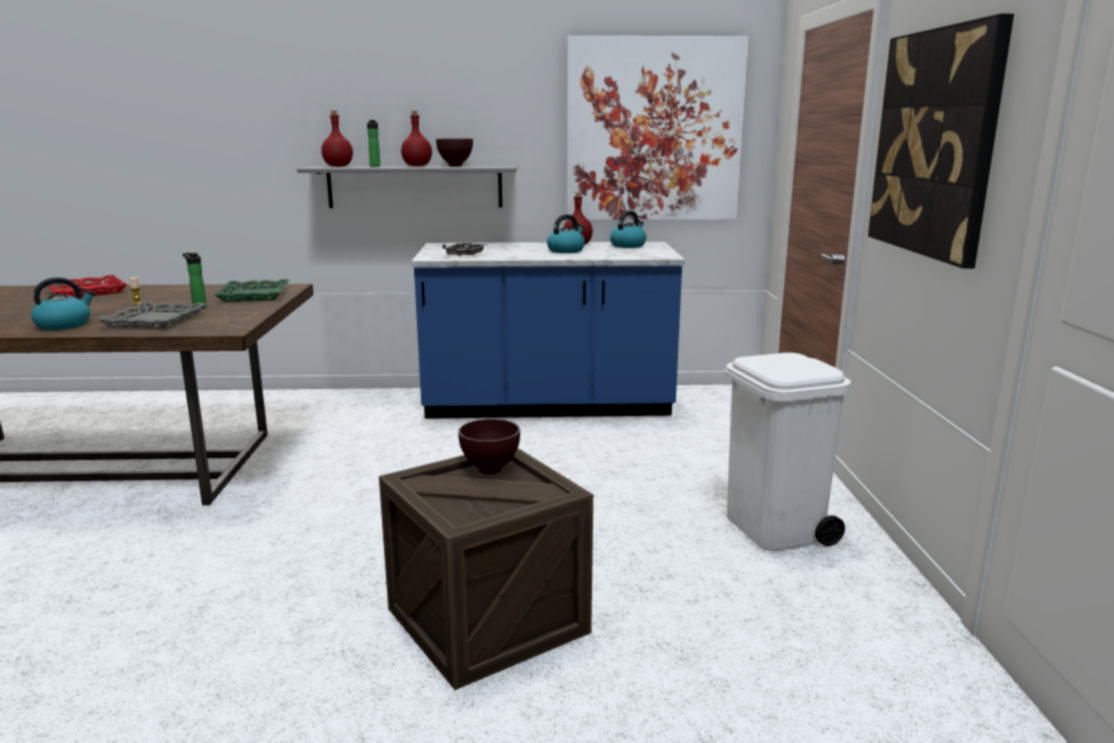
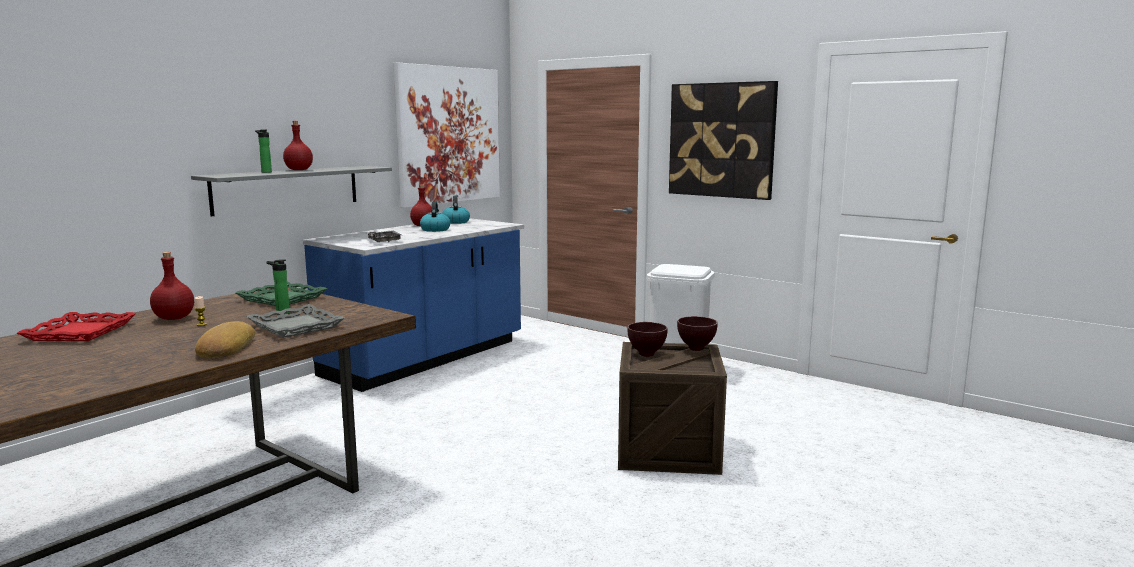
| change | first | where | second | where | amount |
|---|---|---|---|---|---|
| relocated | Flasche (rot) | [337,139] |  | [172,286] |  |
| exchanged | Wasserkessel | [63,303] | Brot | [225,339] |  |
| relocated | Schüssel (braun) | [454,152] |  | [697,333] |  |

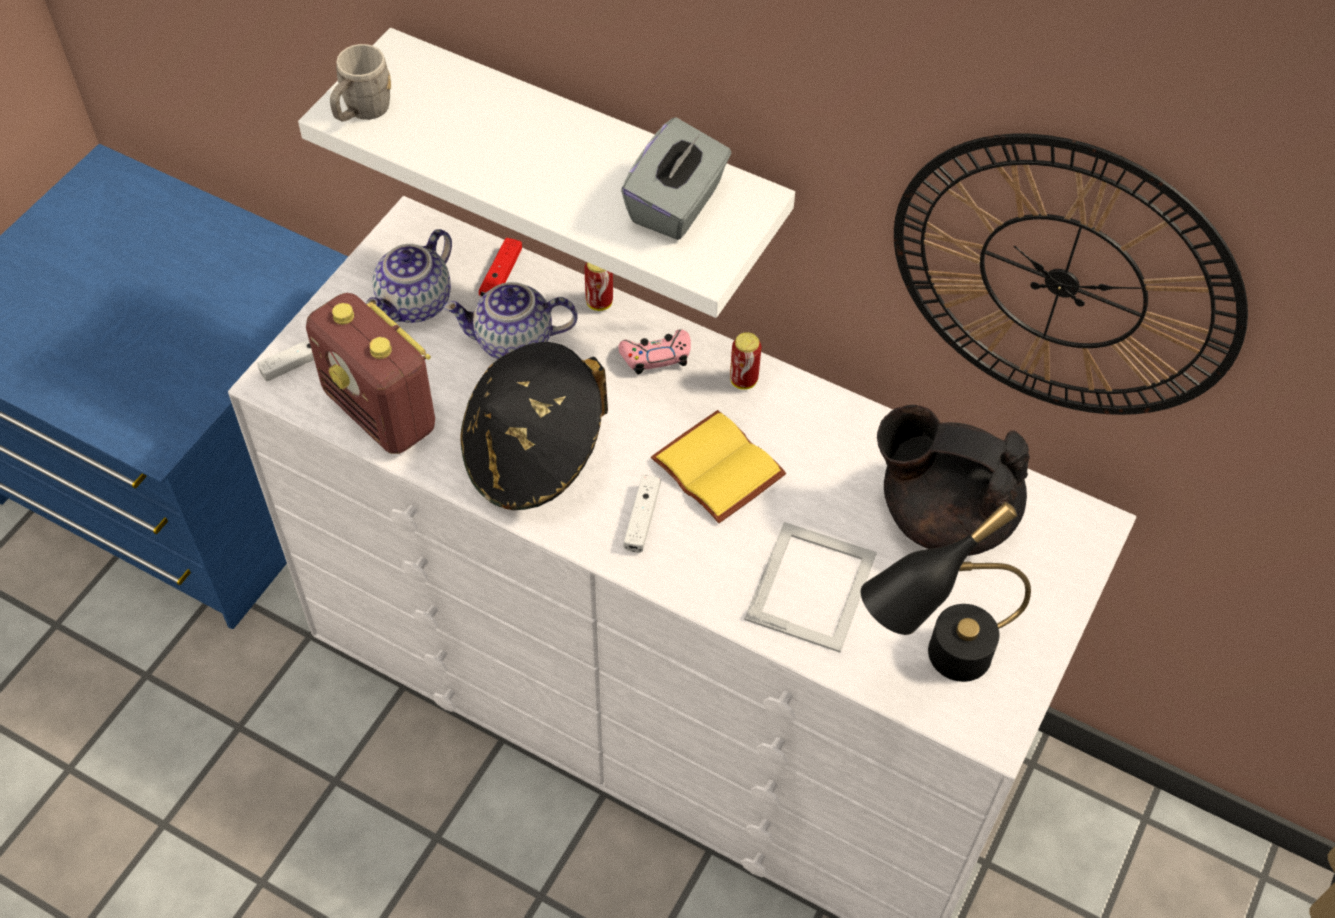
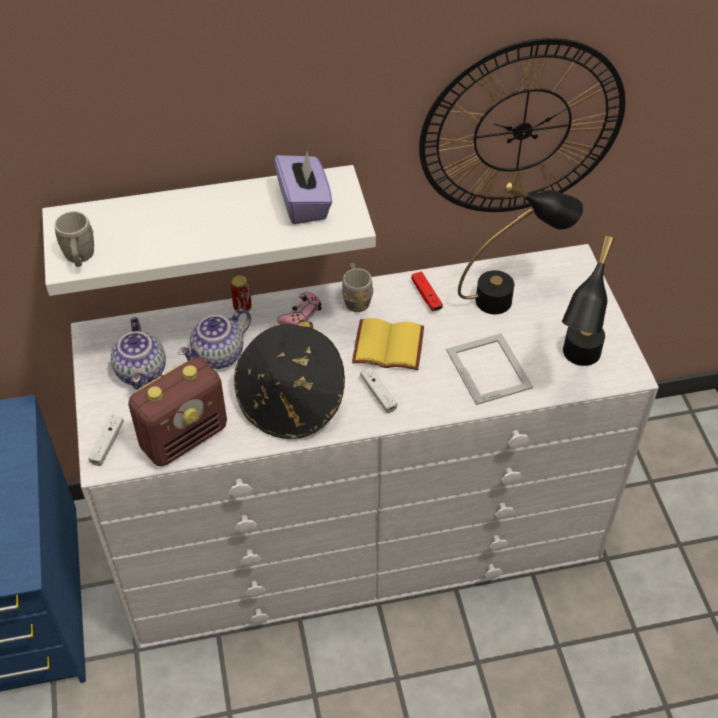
| change | first | where | second | where | amount |
|---|---|---|---|---|---|
| spun | Radio | [370,373] |  | [177,412] | 45 degrees counterclockwise |
| colour | Taschentuchbox (grau) | [676,178] | Taschentuchbox (lila) | [303,187] |  |
| exchanged | Dose | [745,361] | Henkelbecher (grau) | [358,287] |  |
| relocated | Gamepad (rot) | [500,267] |  | [427,292] |  |
| exchanged | Teekanne (schwarz) | [953,480] | Tischlampe (schwarz) | [520,248] |  |

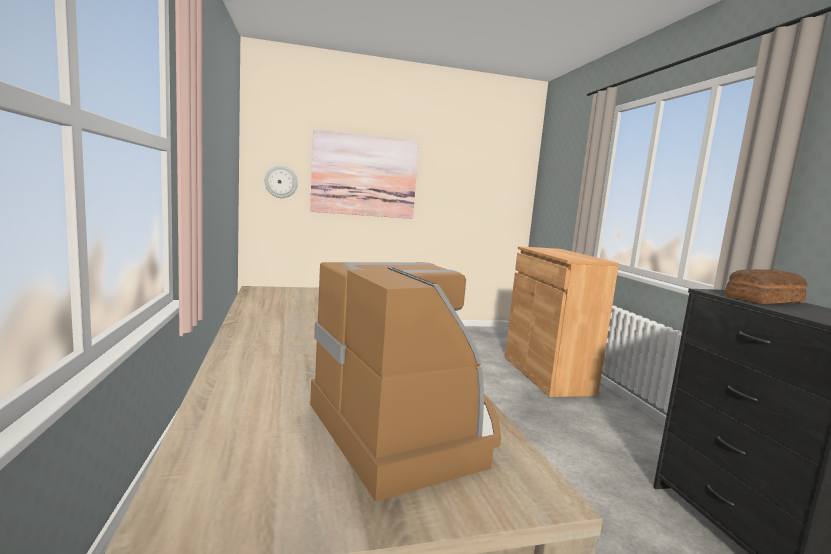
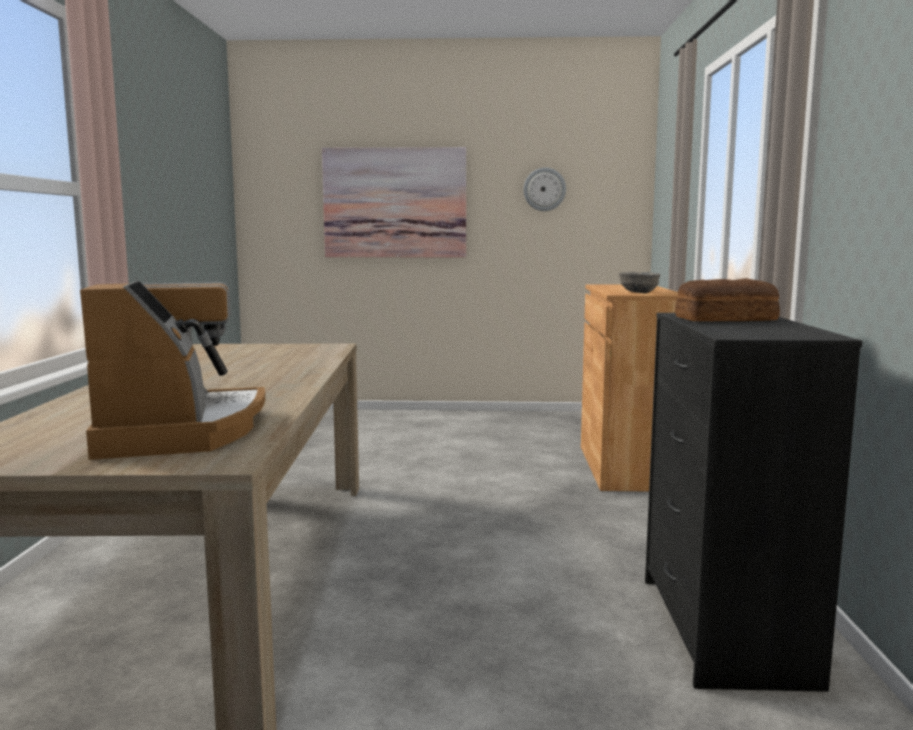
| change | first | where | second | where | amount |
|---|---|---|---|---|---|
| relocated | Wanduhr | [281,182] |  | [544,189] |  |
| appeared |  |  | Schüssel (grau) | [640,282] |  |

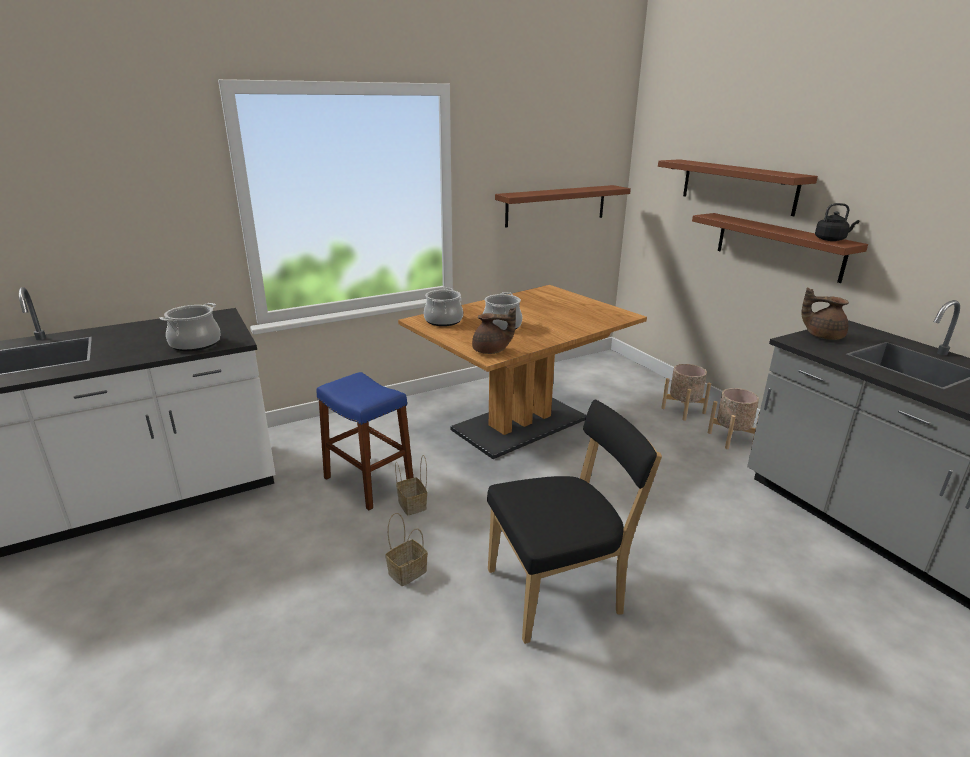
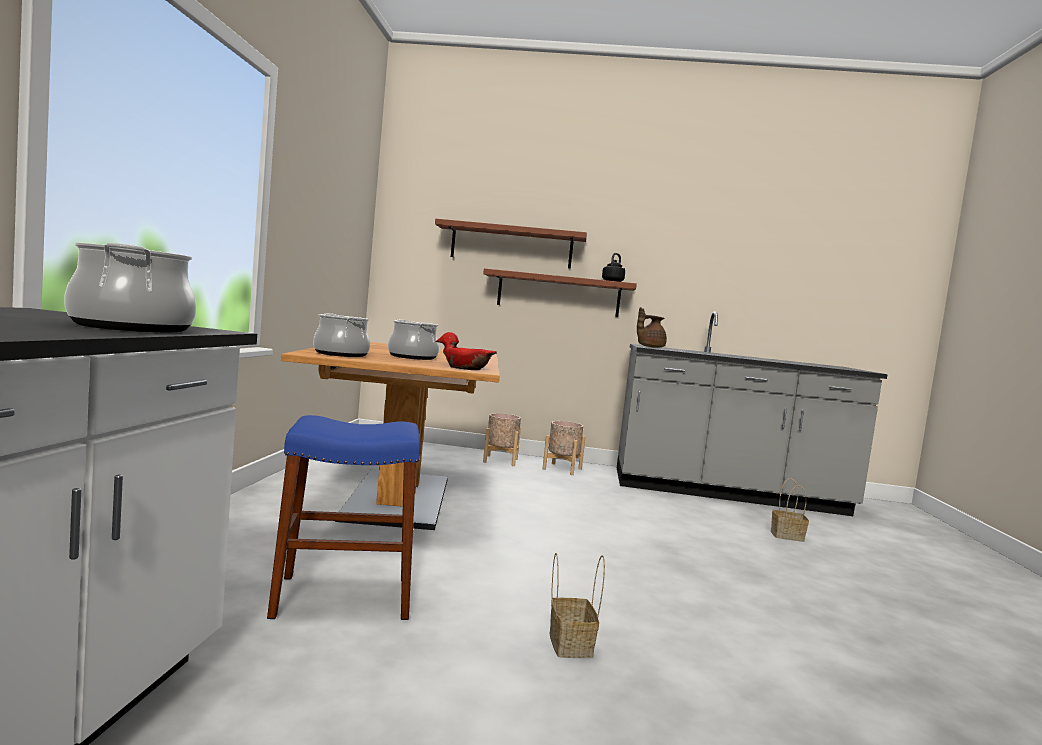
| change | first | where | second | where | amount |
|---|---|---|---|---|---|
| exchanged | Teekanne (braun) | [494,331] | Schüssel (rot) | [466,351] |  |
| relocated | Korb | [411,485] |  | [790,510] |  |
| missing | Stuhl (schwarz) | [574,522] |  |  |  |
| missing | Wandregal (braun) | [563,206] |  |  |  |

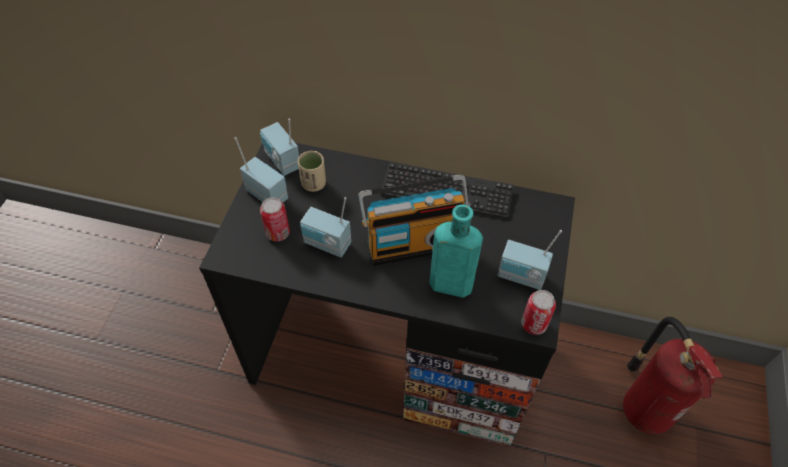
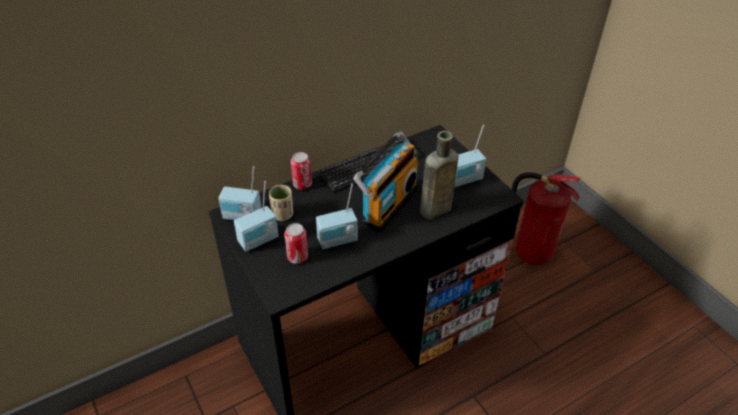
| change | first | where | second | where | amount |
|---|---|---|---|---|---|
| spun | Radio | [261,169] |  | [256,216] | 150 degrees clockwise |
| relocated | Dose | [539,312] |  | [301,171] |  |
| colour | Flasche (türkis) | [456,251] | Flasche (braun) | [439,175] |  |

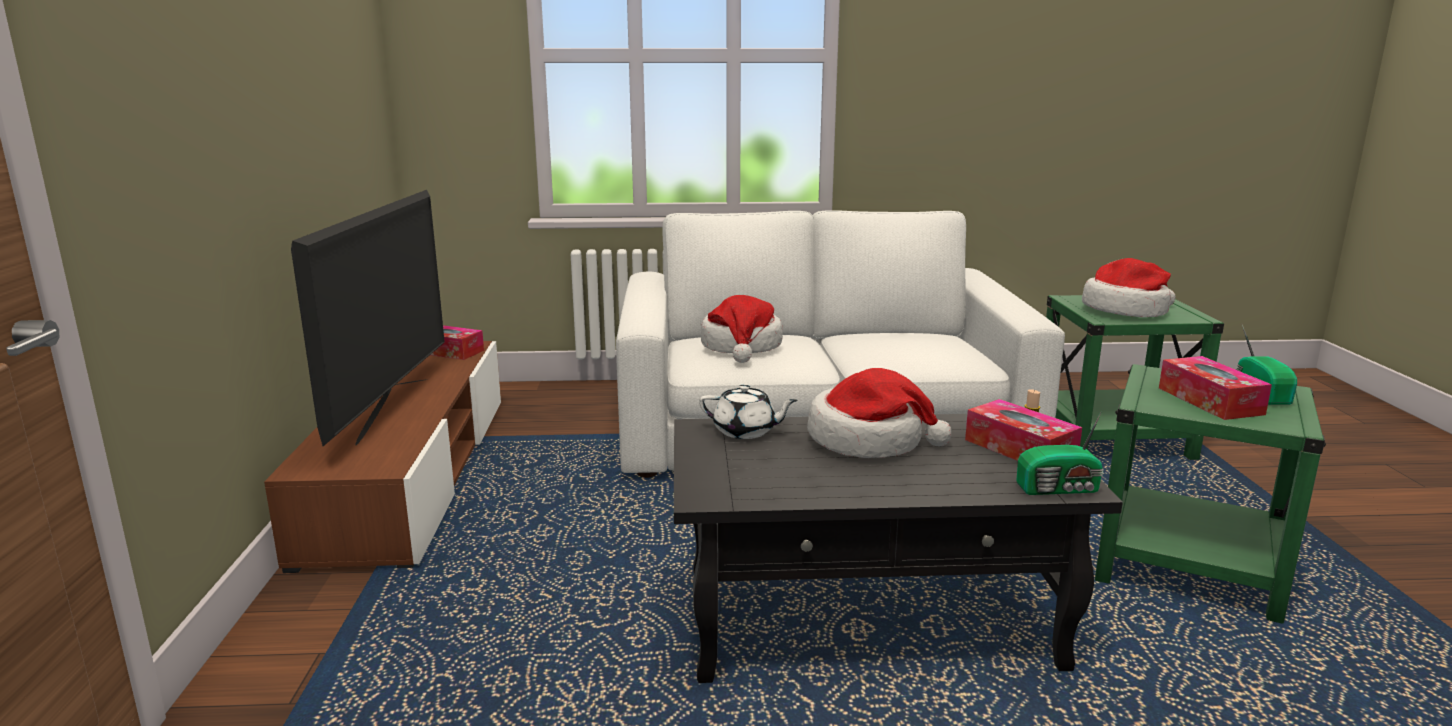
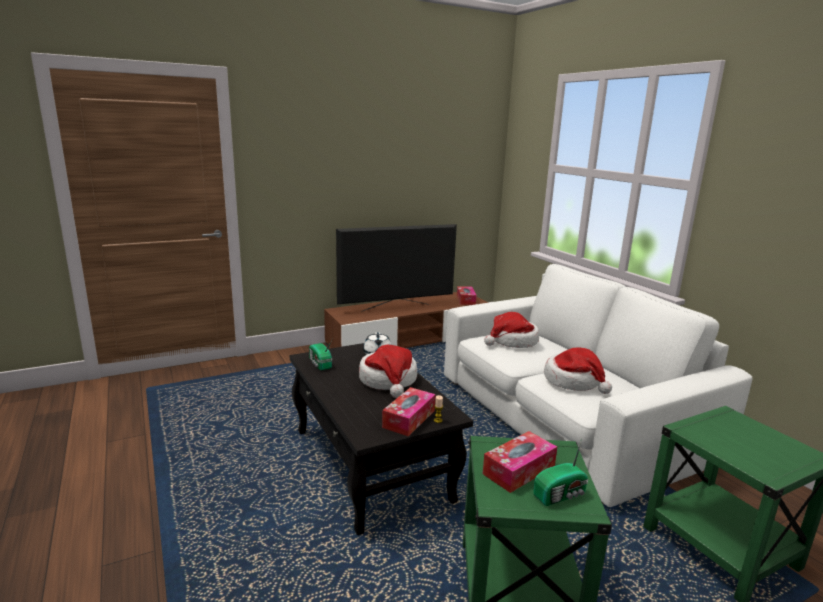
| change | first | where | second | where | amount |
|---|---|---|---|---|---|
| relocated | Radio | [1060,453] |  | [321,354] |  |
| relocated | Hut | [1129,287] |  | [578,370] |  |

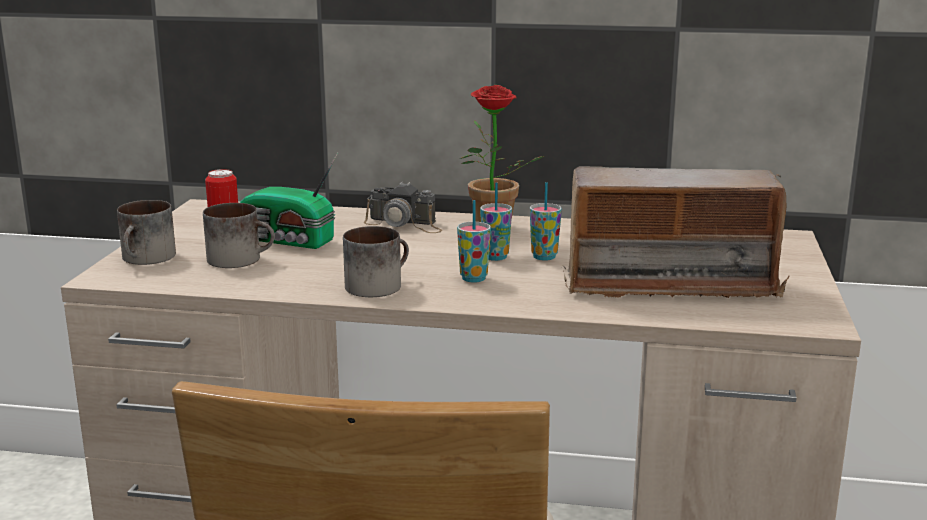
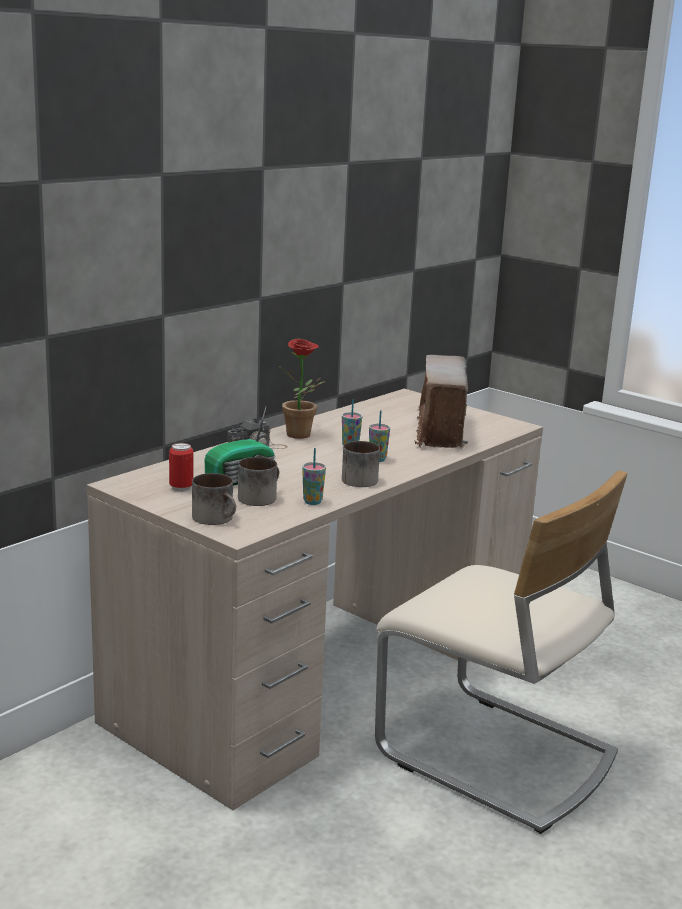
| change | first | where | second | where | amount |
|---|---|---|---|---|---|
| relocated | Tasse | [546,221] |  | [314,476] |  |
| spun | Radio | [676,232] |  | [442,402] | 150 degrees clockwise |

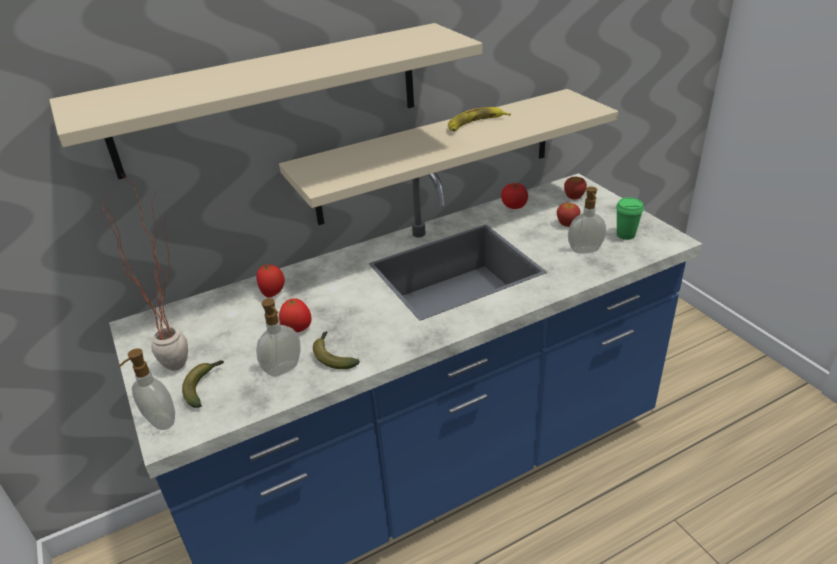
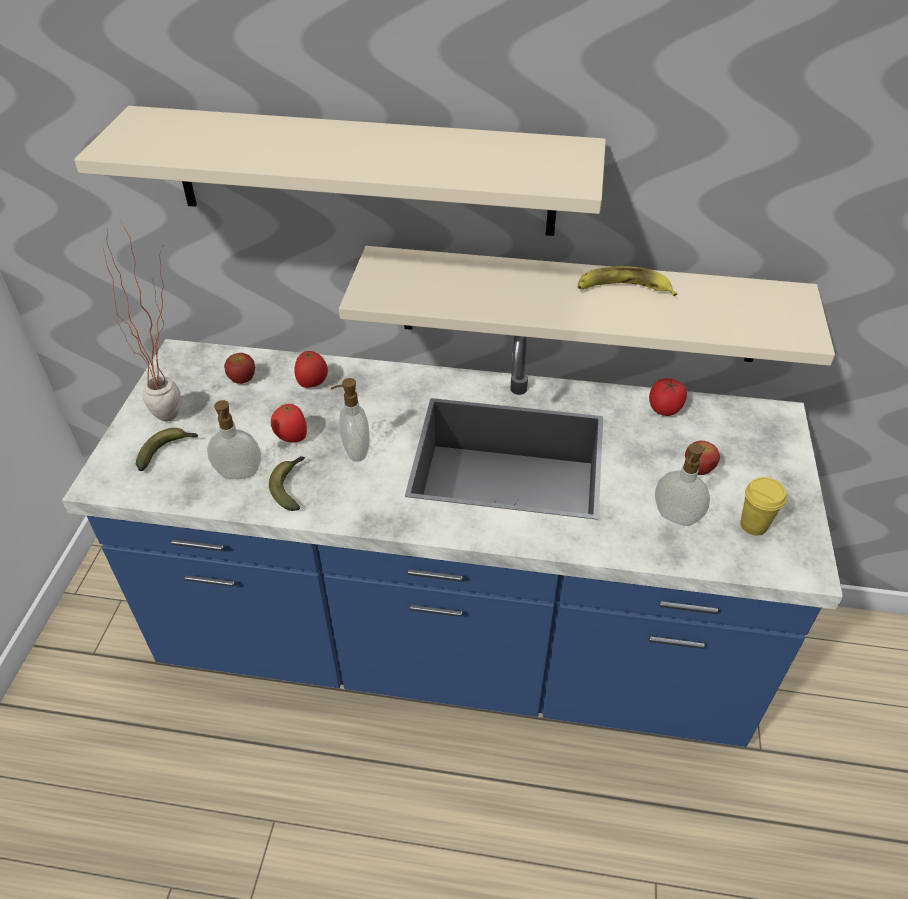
| change | first | where | second | where | amount |
|---|---|---|---|---|---|
| relocated | Apfel | [575,188] |  | [239,368] |  |
| relocated | Seifenspender | [147,389] |  | [350,419] |  |
| colour | Tasse (grün) | [630,218] | Tasse (gelb) | [763,506] |  |

